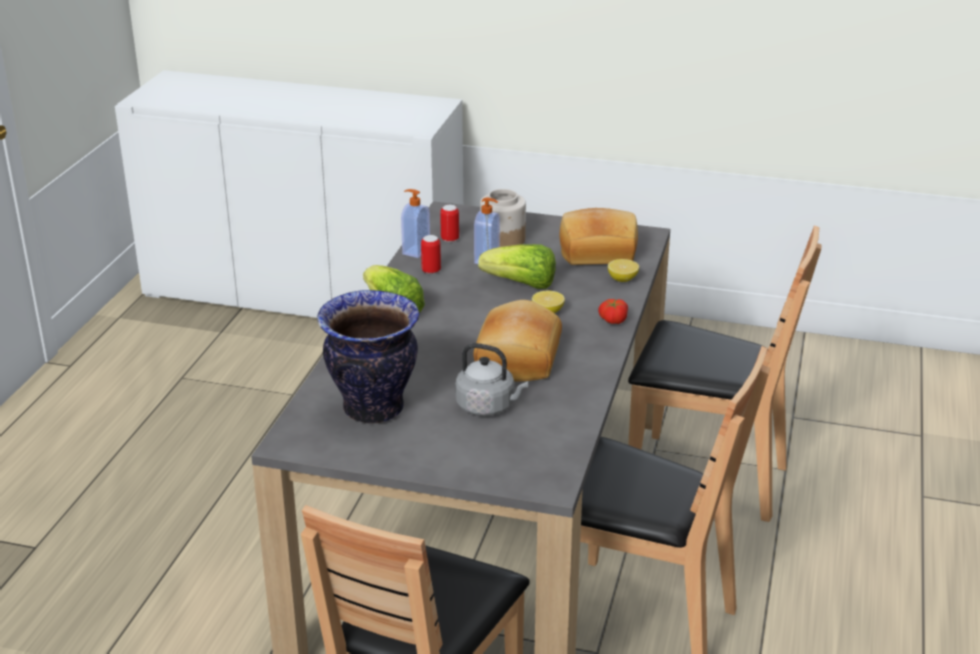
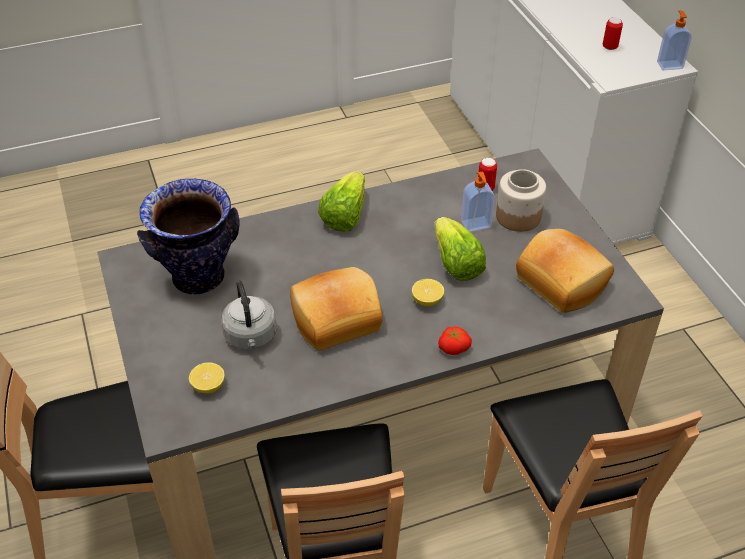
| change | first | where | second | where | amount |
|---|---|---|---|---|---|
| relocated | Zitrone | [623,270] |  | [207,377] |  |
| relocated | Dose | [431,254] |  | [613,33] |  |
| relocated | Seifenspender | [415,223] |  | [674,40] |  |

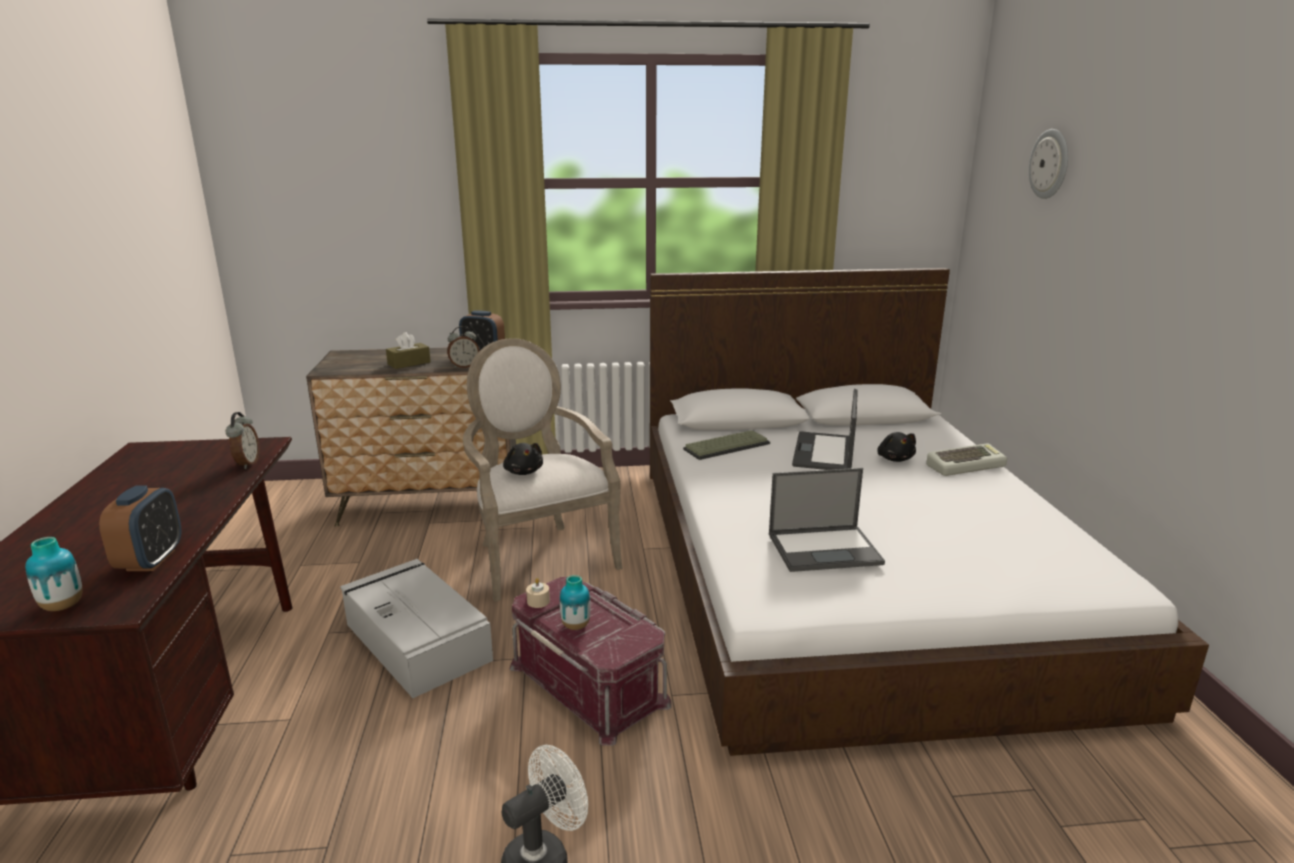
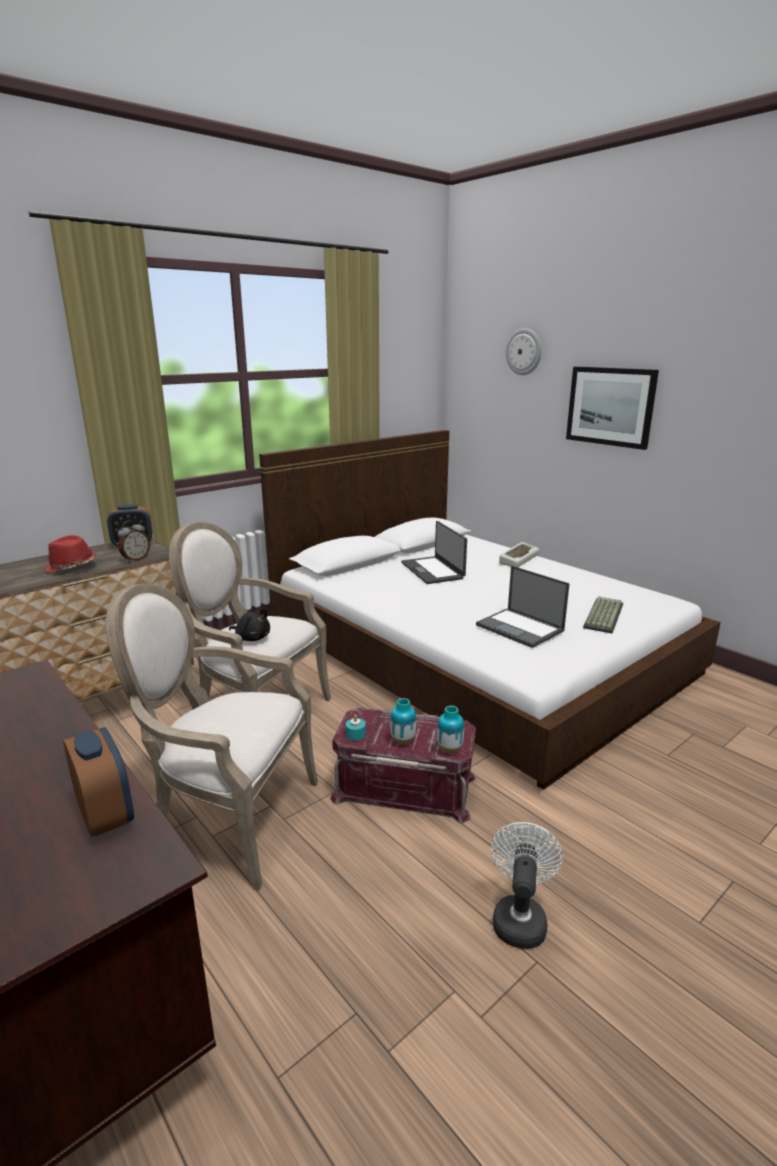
| change | first | where | second | where | amount |
|---|---|---|---|---|---|
| exchanged | Taschentuchbox (braun) | [408,350] | Hut (rot) | [71,553] |  |
| exchanged | Aufbewahrungsbox (grau) | [416,628] | Sessel | [212,737] |  |
| colour | Kerze (beige) | [538,593] | Kerze (türkis) | [356,727] |  |
| relocated | Vase | [54,574] |  | [450,730] |  |
| spun | Laptop | [827,520] |  | [523,607] | 90 degrees clockwise |
| appeared |  |  | Bild | [612,408] |  |
| relocated | Tastatur | [726,445] |  | [603,614] |  |
| missing | Wecker | [243,440] |  |  |  |
| missing | Plüschtier (schwarz) | [896,447] |  |  |  |

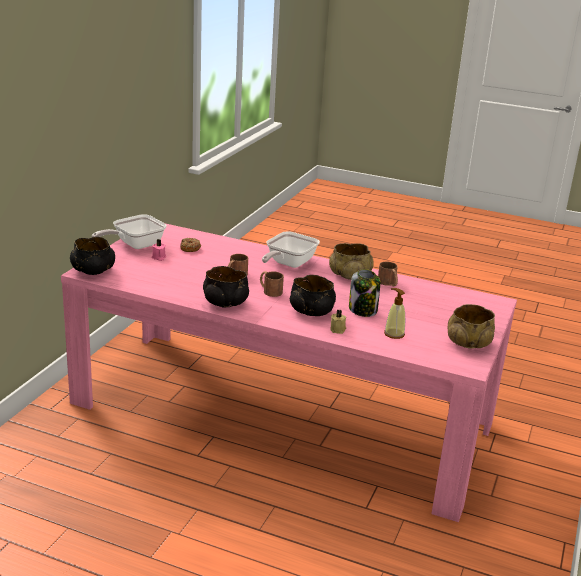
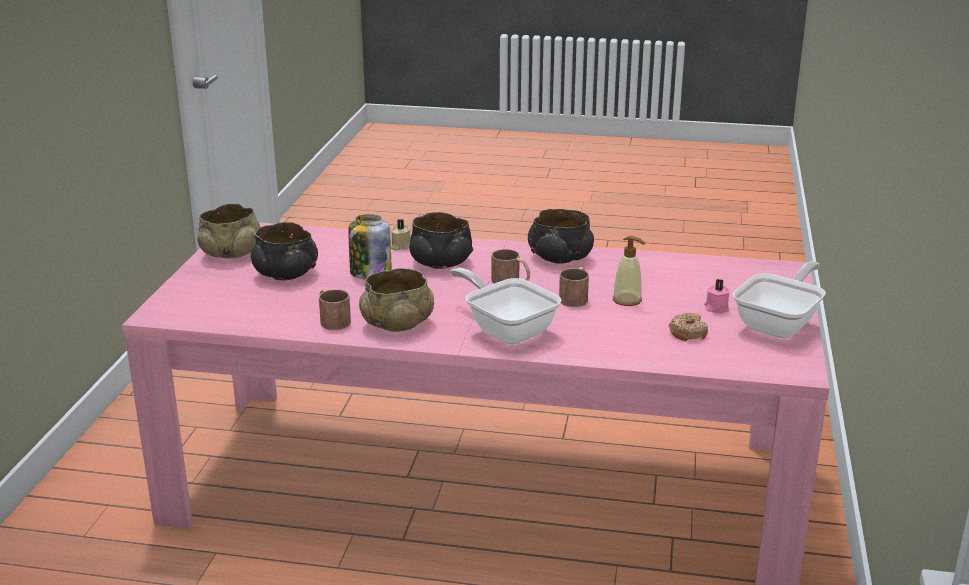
| change | first | where | second | where | amount |
|---|---|---|---|---|---|
| relocated | Schüssel (schwarz) | [92,256] |  | [284,251] |  |
| spun | Pfanne | [291,249] |  | [506,306] | 60 degrees counterclockwise |
| relocated | Seifenspender | [394,313] |  | [629,271] |  |

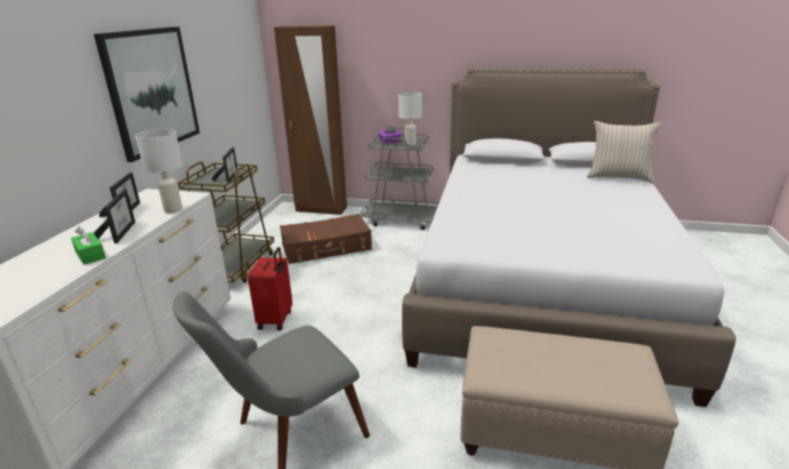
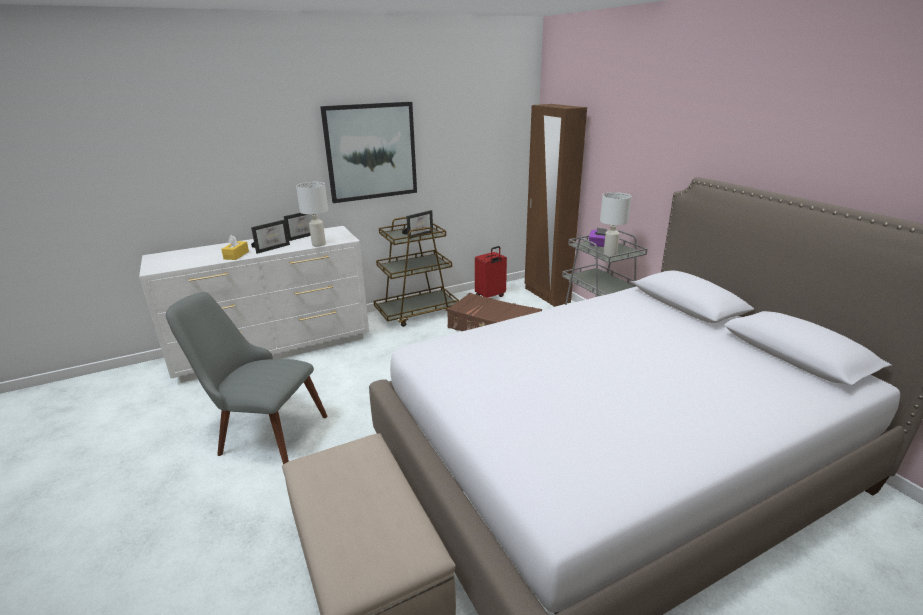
| change | first | where | second | where | amount |
|---|---|---|---|---|---|
| colour | Taschentuchbox (grün) | [88,246] | Taschentuchbox (gelb) | [235,247] |  |
| relocated | Koffer (rot) | [270,289] |  | [491,272] |  |
| missing | Kissen (beige) | [624,152] |  |  |  |

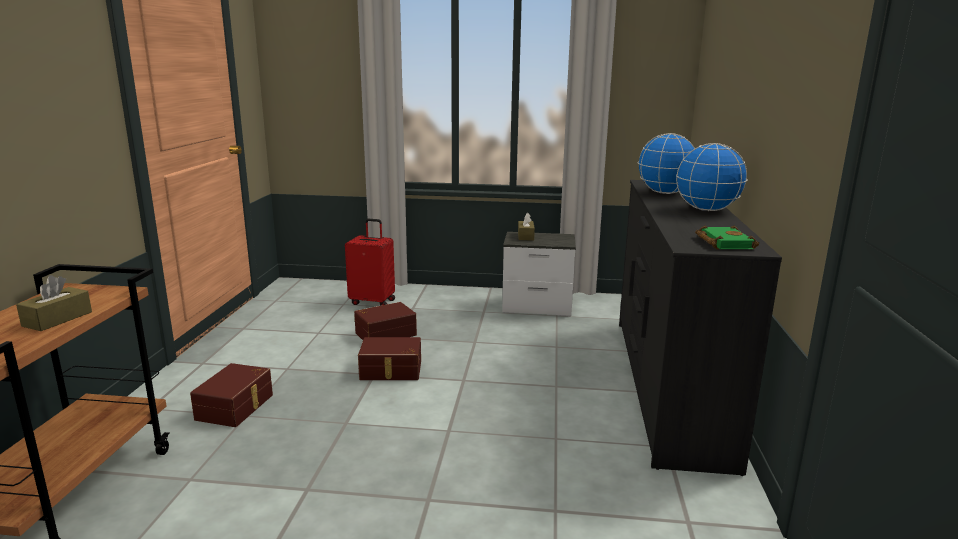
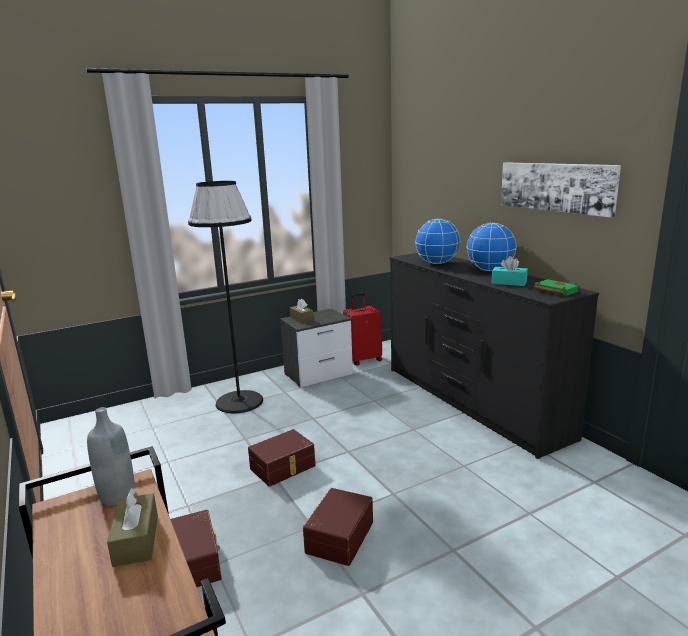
| change | first | where | second | where | amount |
|---|---|---|---|---|---|
| appeared |  |  | Flasche (grau) | [111,456] |  |
| appeared |  |  | Stehlampe (schwarz) | [225,297] |  |
| relocated | Aufbewahrungsbox (braun) | [385,321] |  | [338,527] |  |
| relocated | Koffer (rot) | [370,262] |  | [362,329] |  |
| appeared |  |  | Taschentuchbox (türkis) | [510,271] |  |
| appeared |  |  | Bild | [561,190] |  |

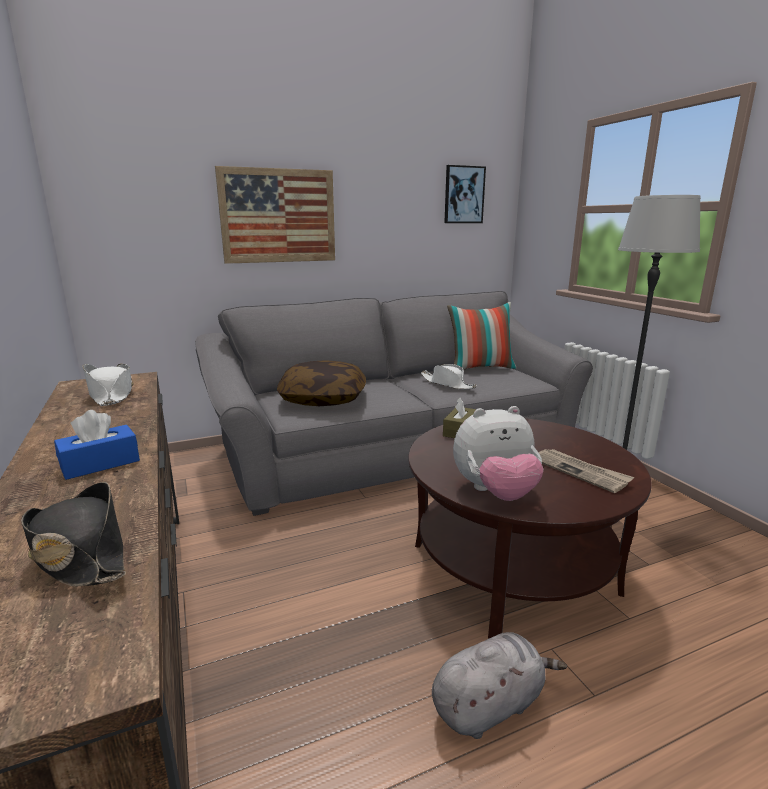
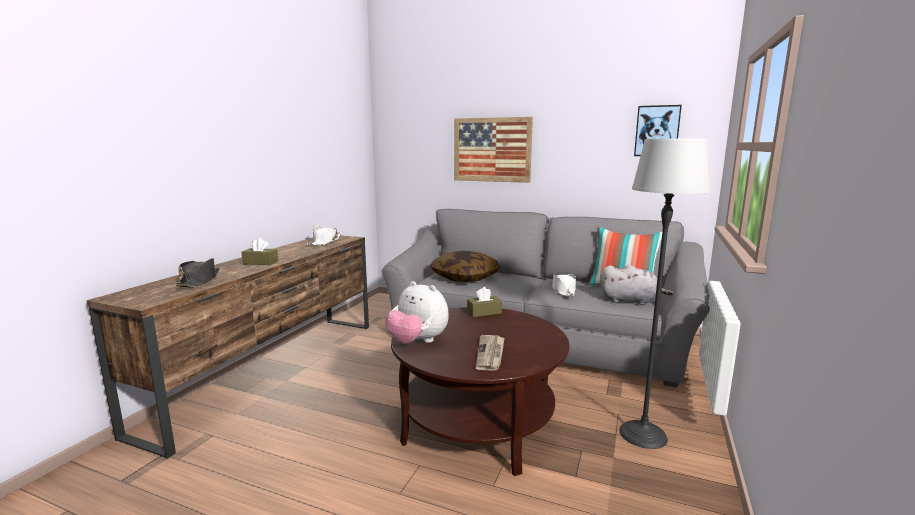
| change | first | where | second | where | amount |
|---|---|---|---|---|---|
| colour | Taschentuchbox (blau) | [97,445] | Taschentuchbox (braun) | [259,251] |  |
| relocated | Plüschtier (grau) | [499,685] |  | [636,285] |  |

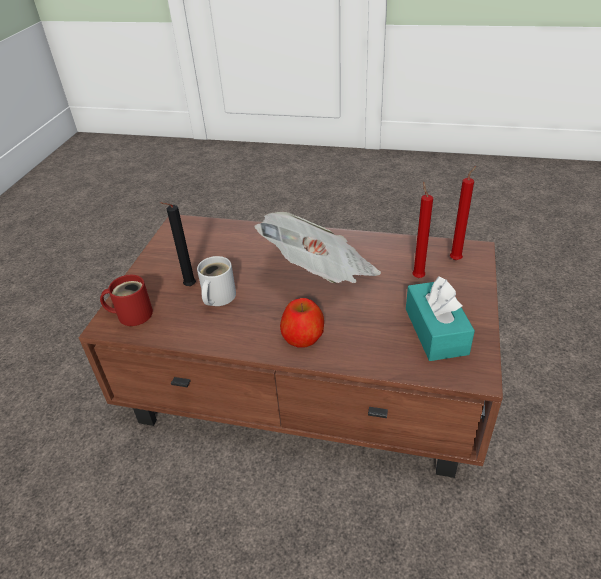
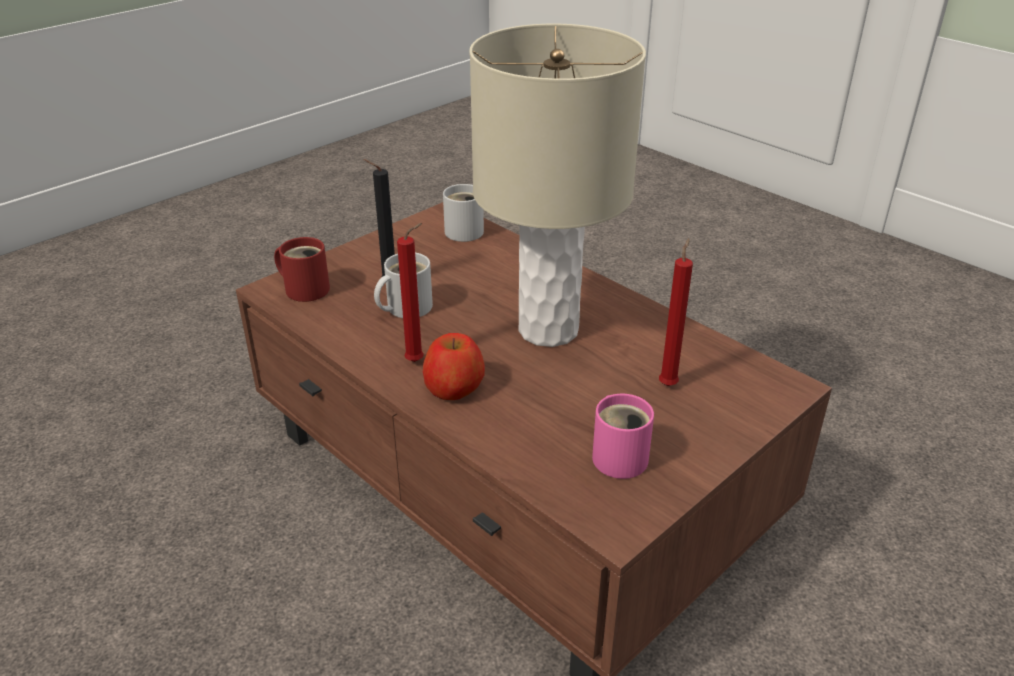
| change | first | where | second | where | amount |
|---|---|---|---|---|---|
| relocated | Kerze (rot) | [463,213] |  | [410,292] |  |
| appeared |  |  | Henkelbecher (weiß) | [463,213] |  |
| exchanged | Zeitung | [317,248] | Tischlampe (beige) | [557,185] |  |
| exchanged | Taschentuchbox (türkis) | [440,318] | Henkelbecher (rosa) | [623,436] |  |

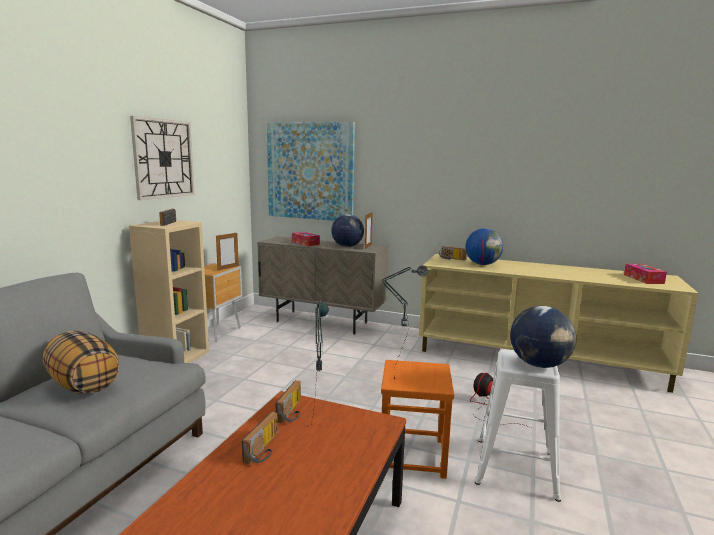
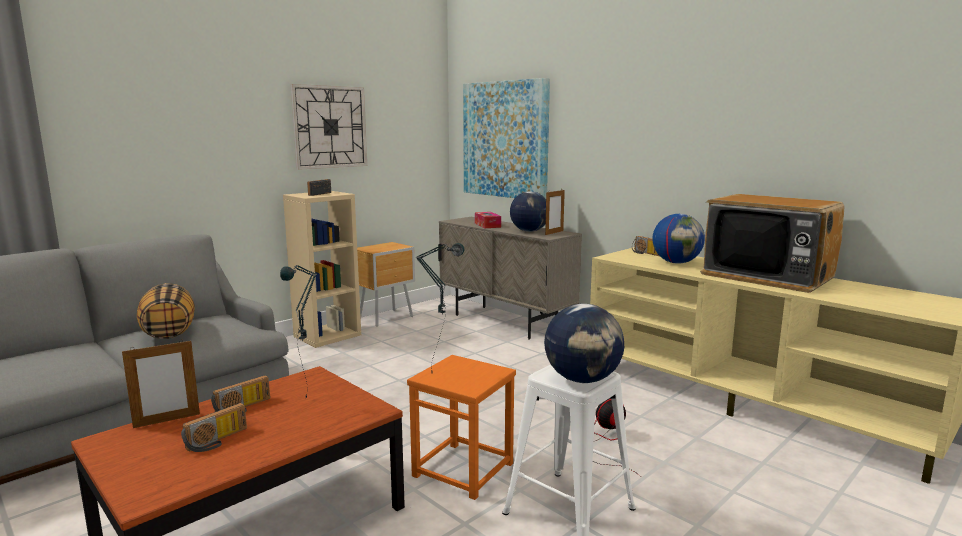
| change | first | where | second | where | amount |
|---|---|---|---|---|---|
| relocated | Bilderrahmen | [227,251] |  | [161,383] |  |
| relocated | Radio | [288,401] |  | [214,427] |  |
| appeared |  |  | Fernseher | [772,243] |  |
| missing | Taschentuchbox | [645,274] |  |  |  |

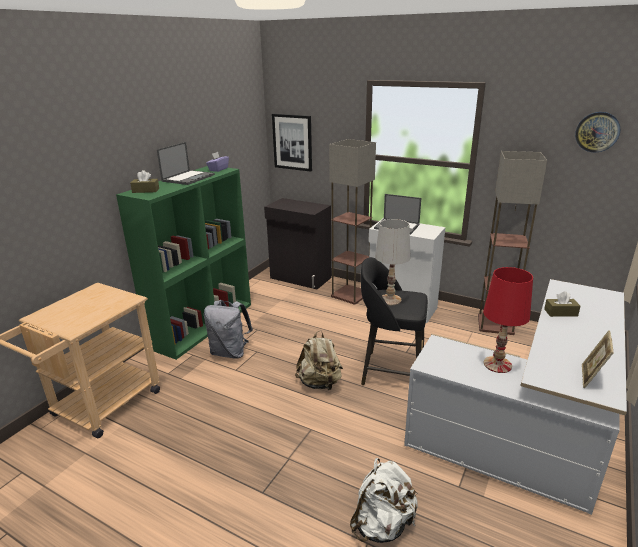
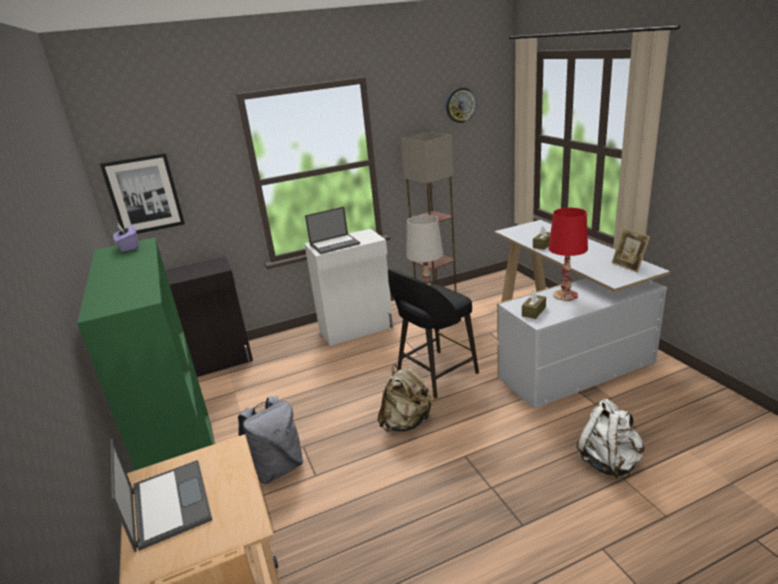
| change | first | where | second | where | amount |
|---|---|---|---|---|---|
| relocated | Laptop | [186,163] |  | [161,495] |  |
| relocated | Taschentuchbox (braun) | [144,181] |  | [534,304] |  |
| missing | Stehlampe | [352,222] |  |  |  |

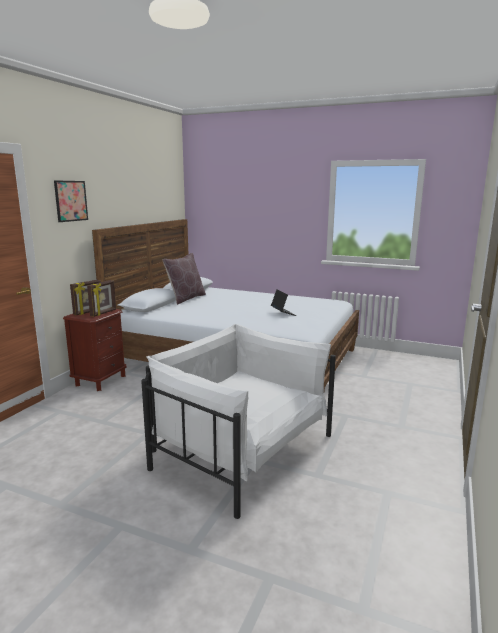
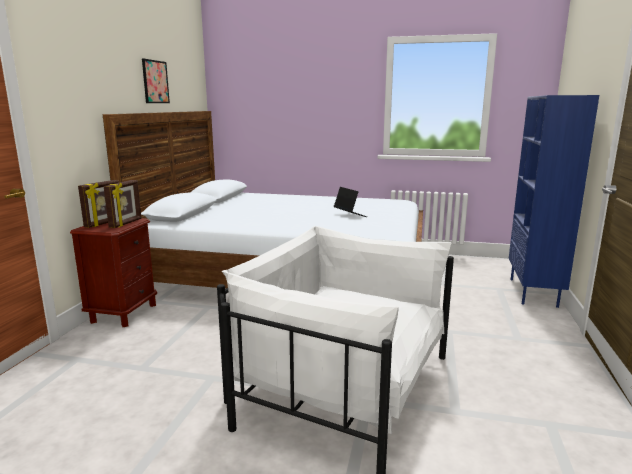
| change | first | where | second | where | amount |
|---|---|---|---|---|---|
| relocated | Bild | [71,201] |  | [156,80] |  |
| appeared |  |  | Bücherregal (blau) | [554,201] |  |
| missing | Kissen (braun) | [184,279] |  |  |  |

